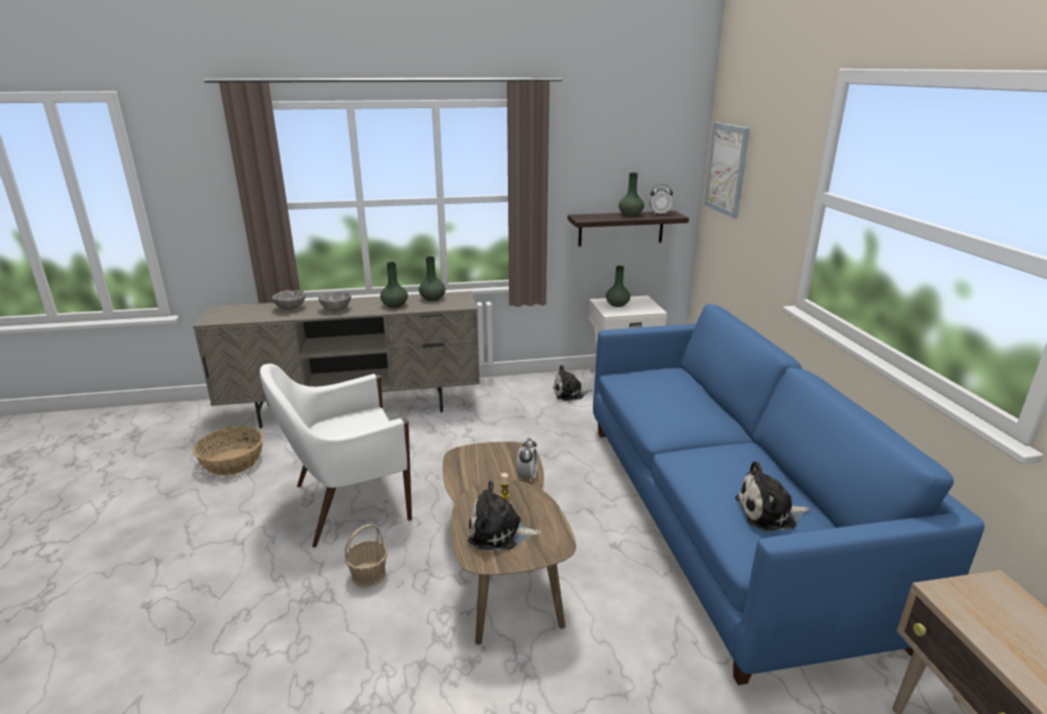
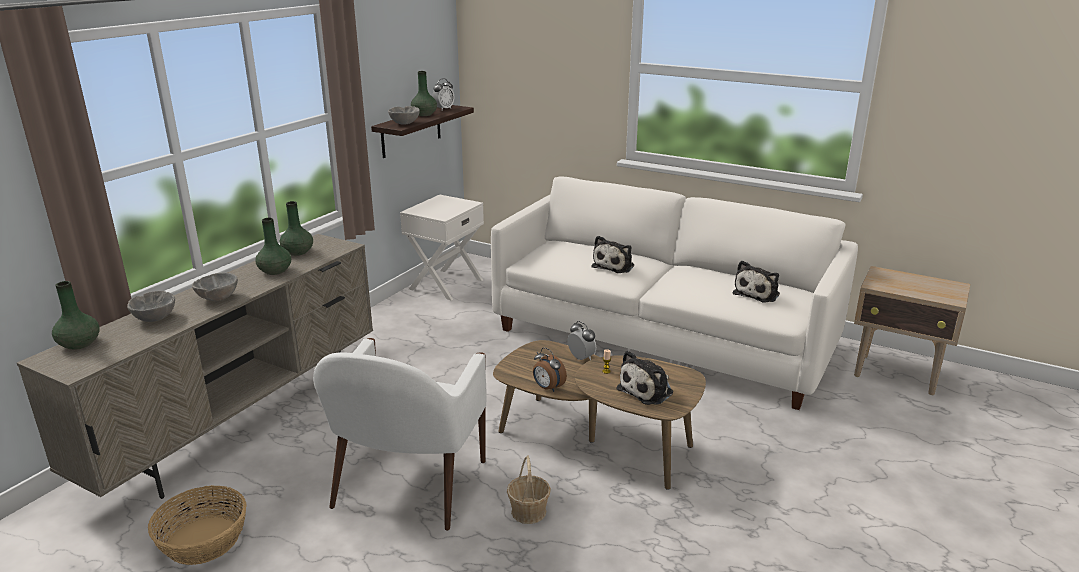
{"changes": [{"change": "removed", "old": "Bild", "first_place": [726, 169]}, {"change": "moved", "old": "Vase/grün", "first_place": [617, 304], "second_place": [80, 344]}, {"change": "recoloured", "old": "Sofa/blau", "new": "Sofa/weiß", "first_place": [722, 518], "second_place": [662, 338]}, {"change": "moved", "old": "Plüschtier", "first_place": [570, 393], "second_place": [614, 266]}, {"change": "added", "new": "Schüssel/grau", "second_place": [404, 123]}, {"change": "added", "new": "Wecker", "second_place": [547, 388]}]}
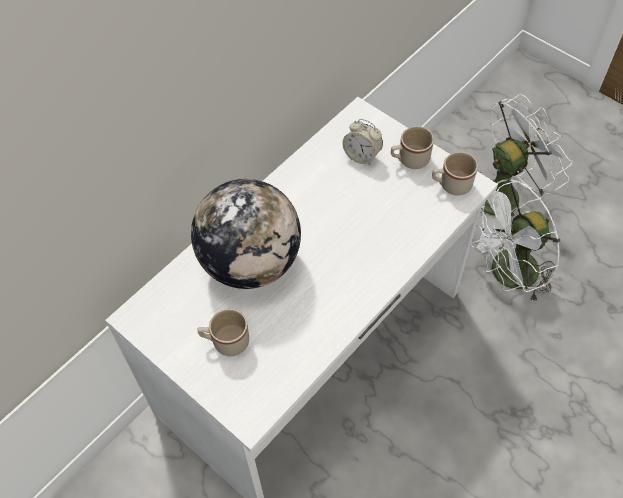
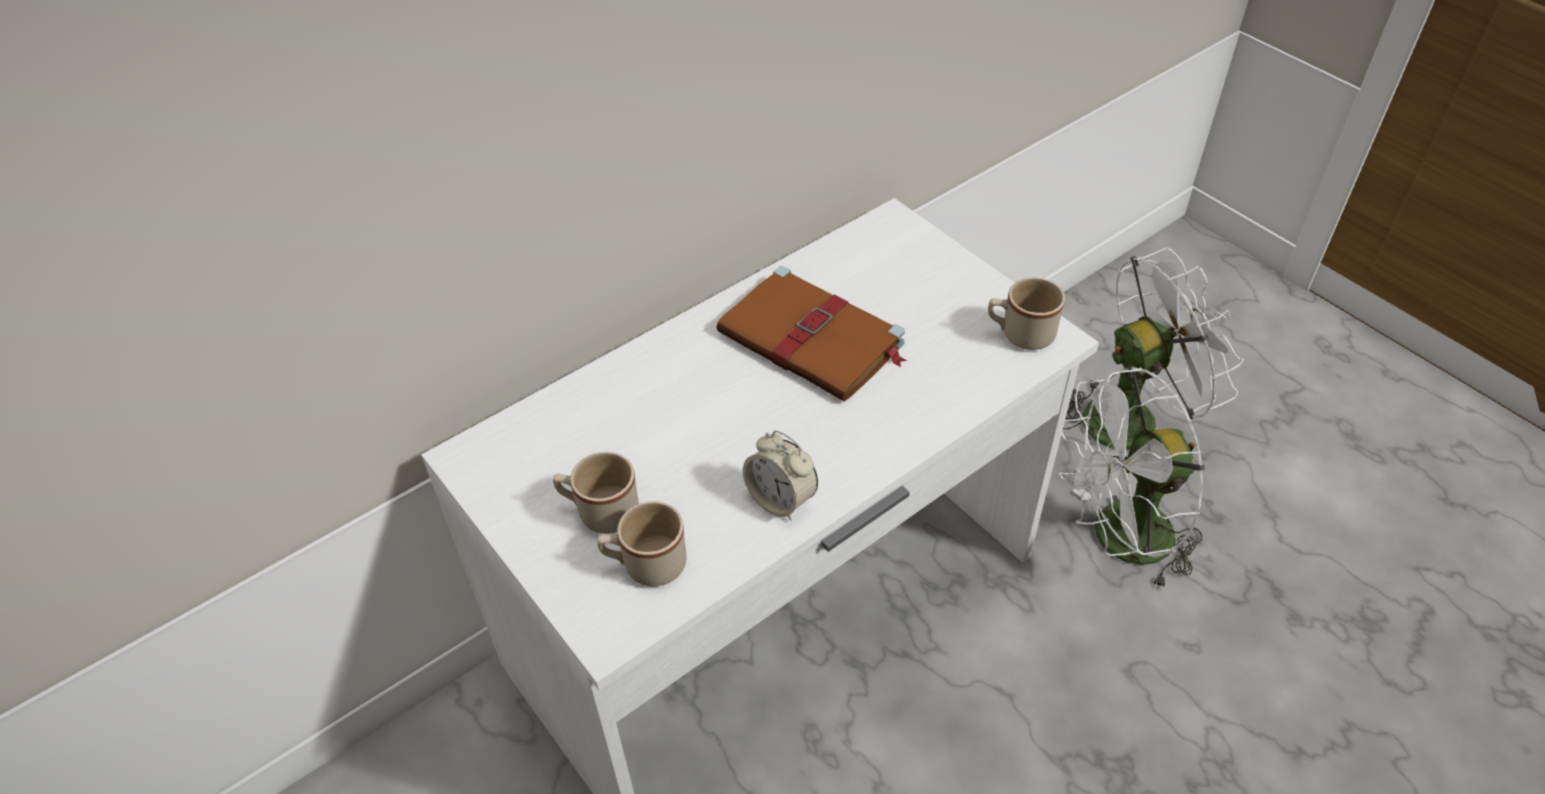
{"changes": [{"change": "moved", "old": "Wecker", "first_place": [362, 155], "second_place": [780, 500]}, {"change": "moved", "old": "Henkelbecher/beige", "first_place": [409, 160], "second_place": [645, 565]}, {"change": "removed", "old": "Globus", "first_place": [250, 262]}, {"change": "added", "new": "Buch/braun", "second_place": [813, 340]}]}
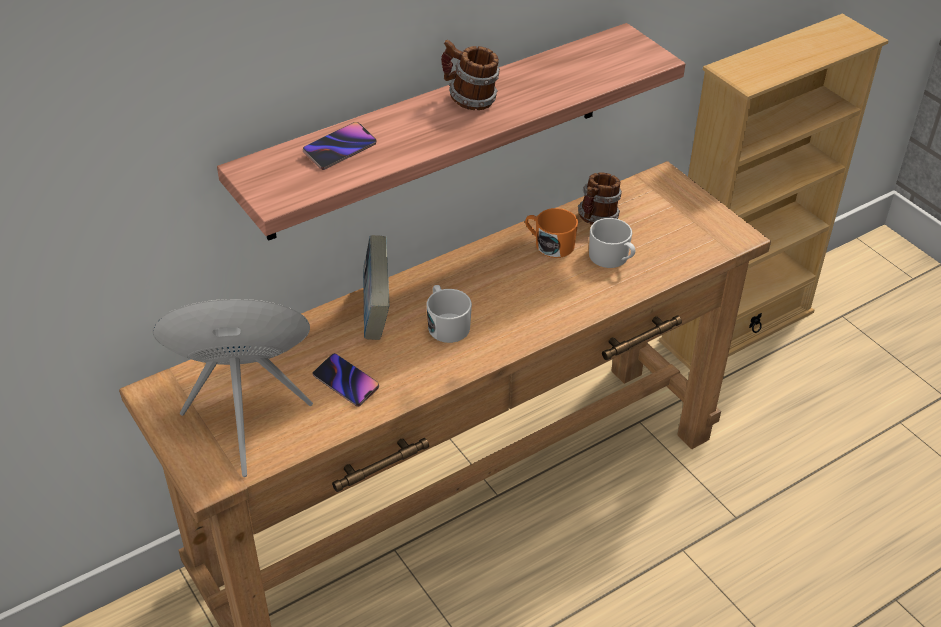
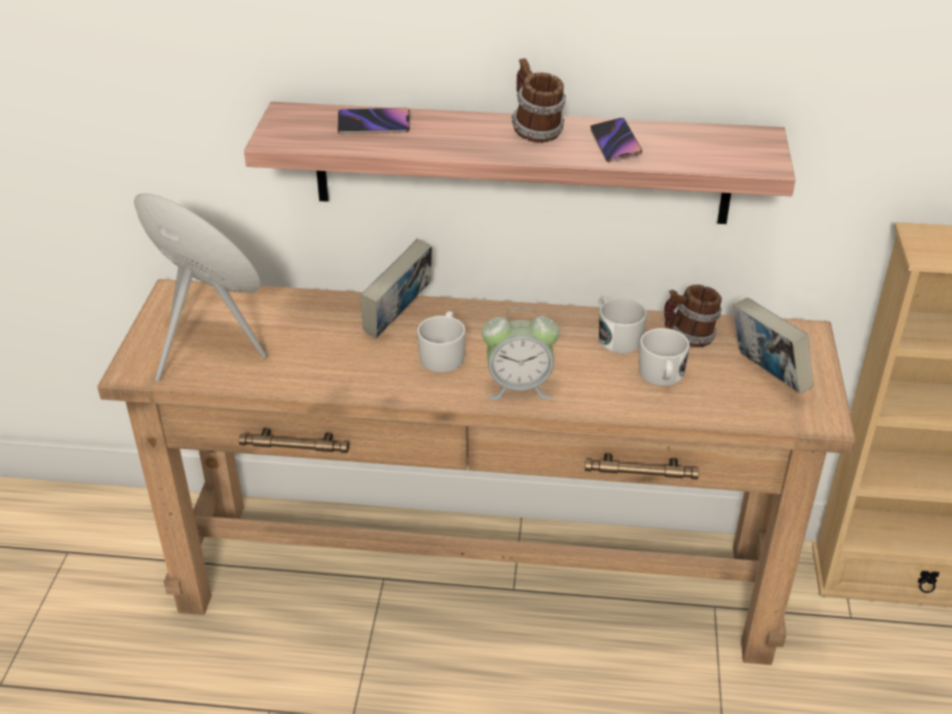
{"changes": [{"change": "recoloured", "old": "Henkelbecher/orange", "new": "Henkelbecher/weiß", "first_place": [549, 244], "second_place": [616, 337]}, {"change": "moved", "old": "Handy", "first_place": [346, 382], "second_place": [615, 144]}, {"change": "added", "new": "Buch", "second_place": [766, 375]}, {"change": "added", "new": "Wecker", "second_place": [519, 387]}]}
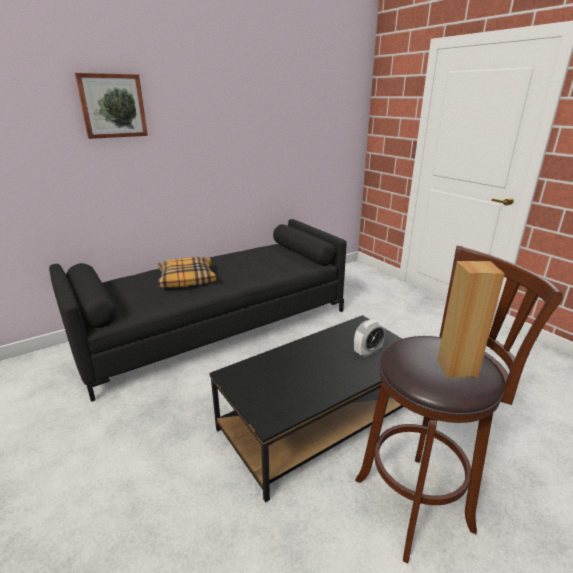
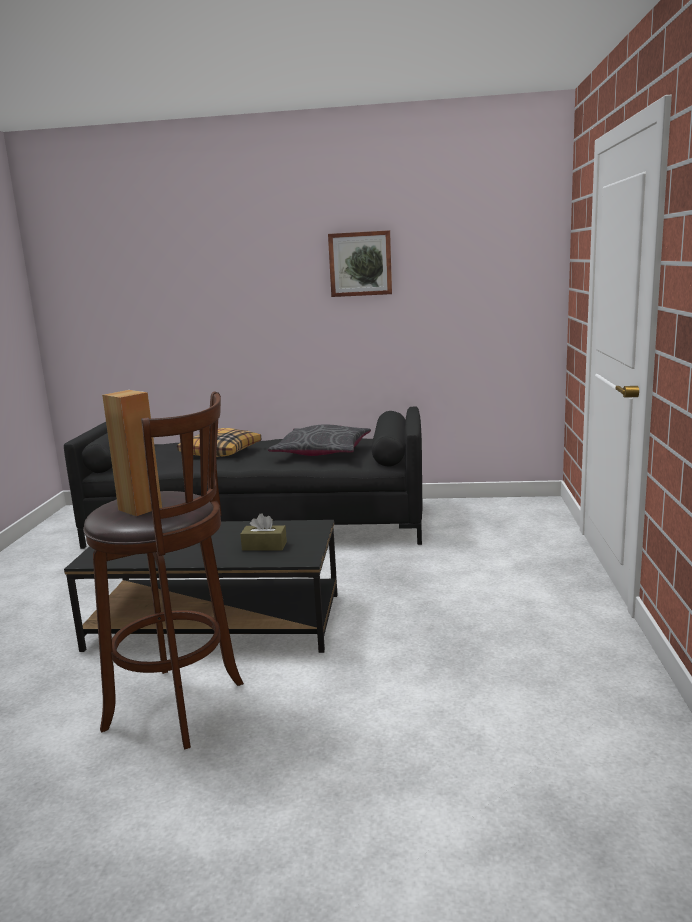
{"changes": [{"change": "moved", "old": "Bild", "first_place": [112, 106], "second_place": [360, 264]}, {"change": "replaced", "old": "Wecker", "new": "Taschentuchbox/braun", "first_place": [367, 352], "second_place": [264, 546]}, {"change": "added", "new": "Kissen/grau", "second_place": [322, 452]}]}
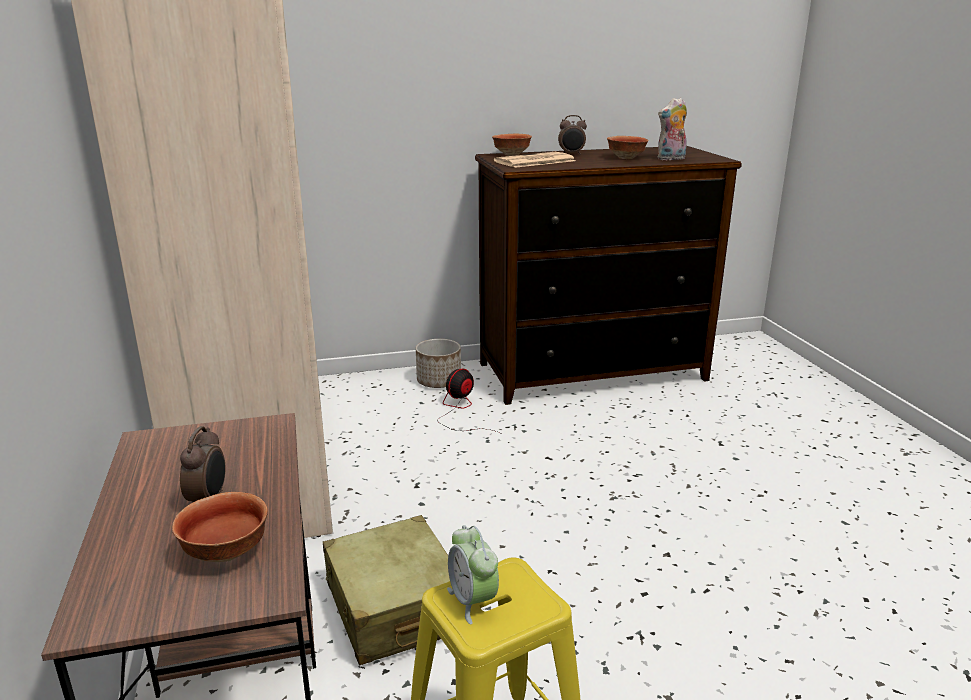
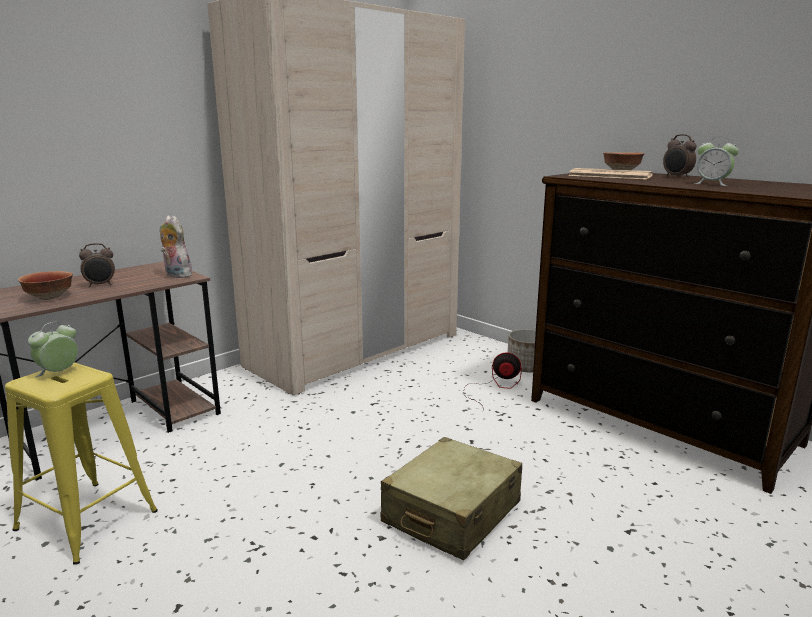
{"changes": [{"change": "moved", "old": "Plüschtier", "first_place": [671, 159], "second_place": [176, 275]}, {"change": "replaced", "old": "Schüssel", "new": "Wecker", "first_place": [626, 158], "second_place": [712, 184]}, {"change": "moved", "old": "Koffer/beige", "first_place": [395, 607], "second_place": [451, 513]}]}
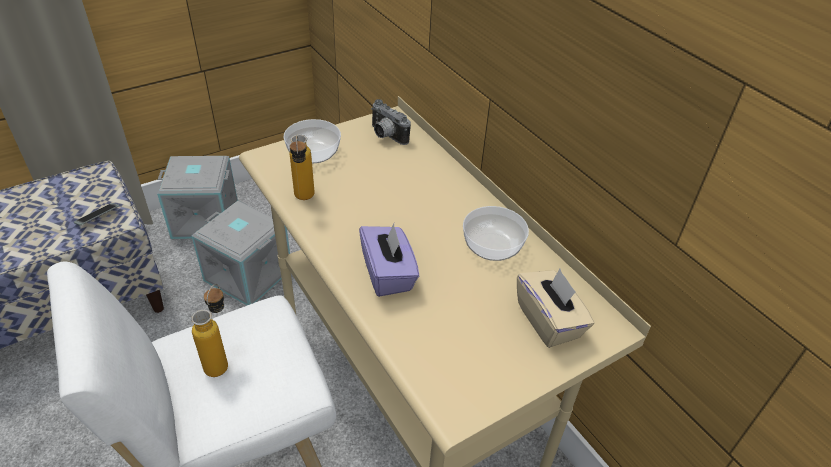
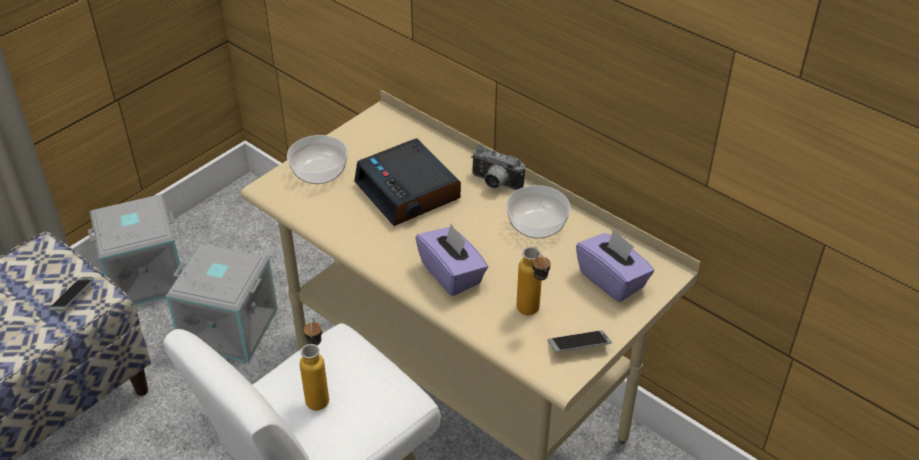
{"changes": [{"change": "moved", "old": "Kamera", "first_place": [386, 136], "second_place": [494, 183]}, {"change": "moved", "old": "Flasche", "first_place": [304, 200], "second_place": [532, 314]}, {"change": "recoloured", "old": "Taschentuchbox/beige", "new": "Taschentuchbox/lila", "first_place": [549, 321], "second_place": [612, 280]}, {"change": "added", "new": "Wecker", "second_place": [409, 191]}, {"change": "added", "new": "Handy", "second_place": [578, 345]}]}
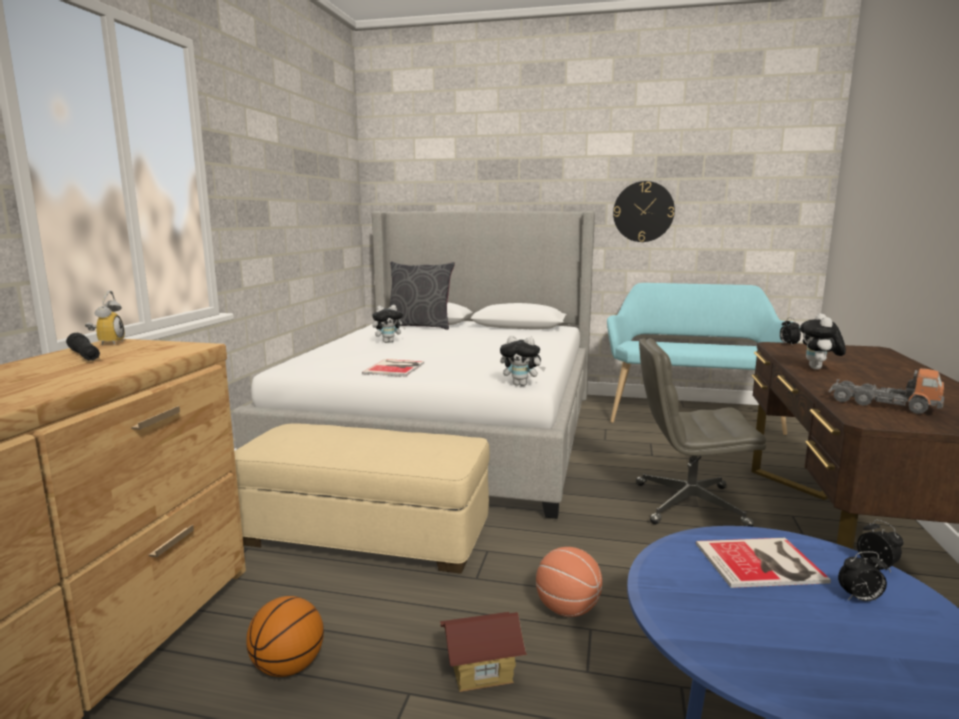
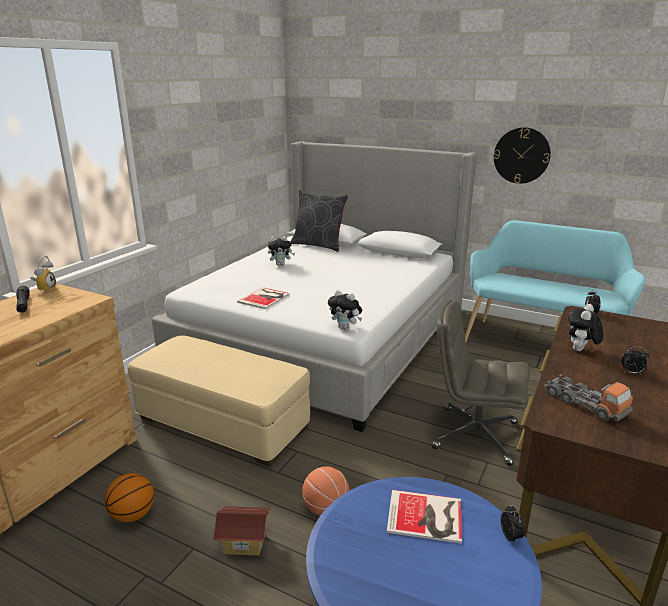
{"changes": [{"change": "moved", "old": "Wecker", "first_place": [859, 599], "second_place": [631, 373]}]}
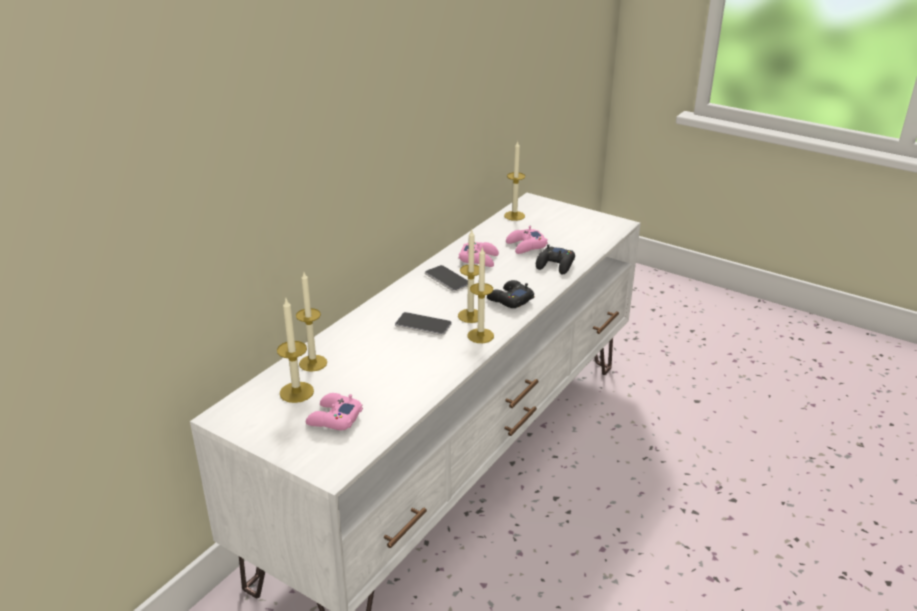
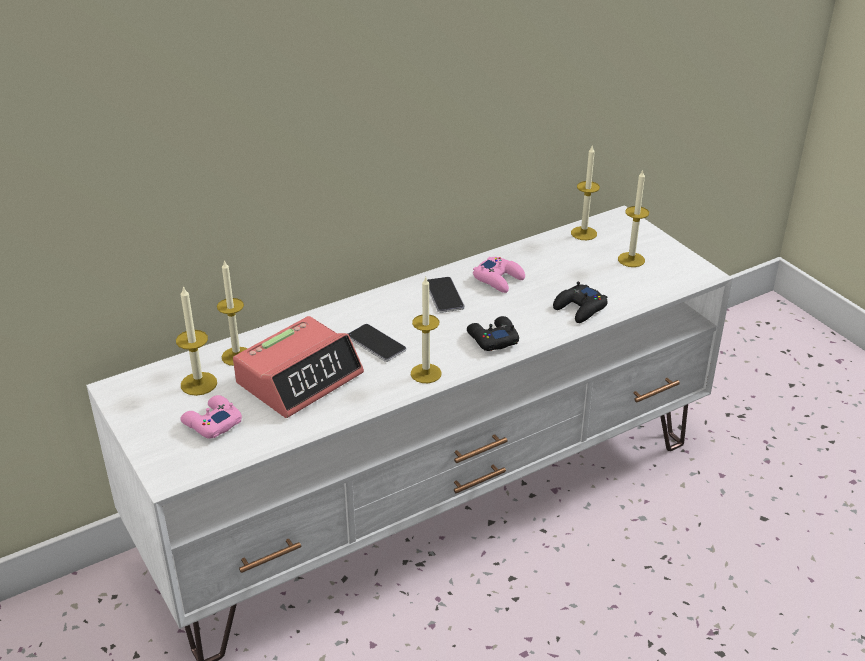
{"changes": [{"change": "removed", "old": "Gamepad/rosa", "first_place": [526, 246]}, {"change": "moved", "old": "Kerze", "first_place": [470, 316], "second_place": [631, 259]}, {"change": "added", "new": "Wecker", "second_place": [300, 378]}]}
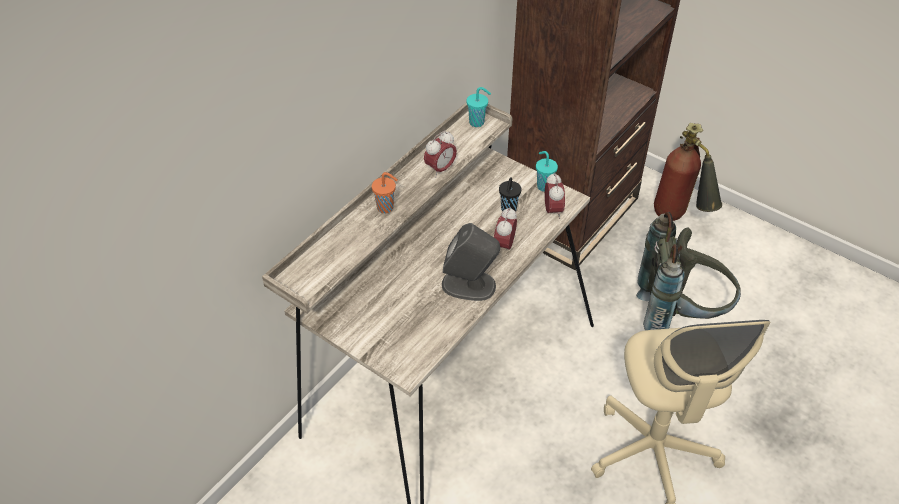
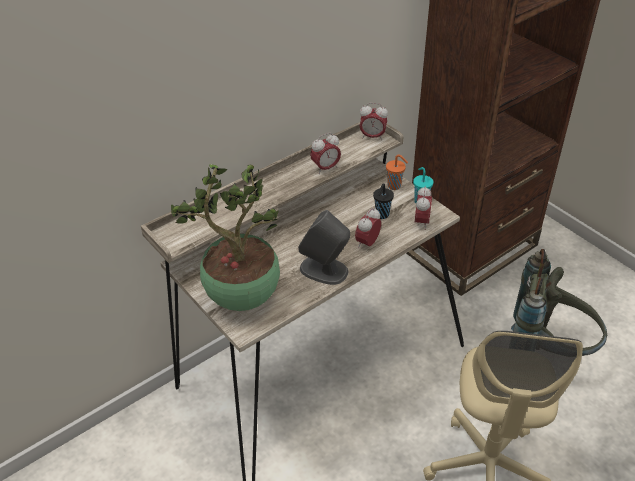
{"changes": [{"change": "replaced", "old": "Tasse/türkis", "new": "Wecker", "first_place": [477, 122], "second_place": [372, 137]}, {"change": "removed", "old": "Feuerlöscher", "first_place": [679, 219]}, {"change": "moved", "old": "Tasse/orange", "first_place": [386, 208], "second_place": [395, 186]}, {"change": "added", "new": "Topfpflanze", "second_place": [240, 298]}]}
